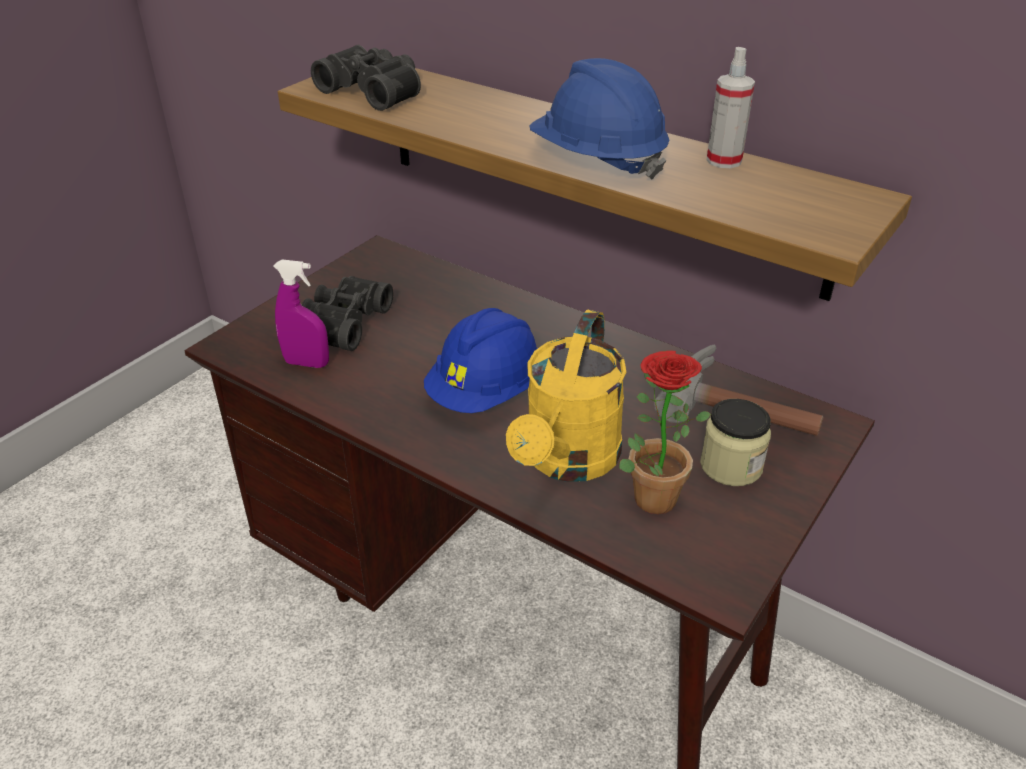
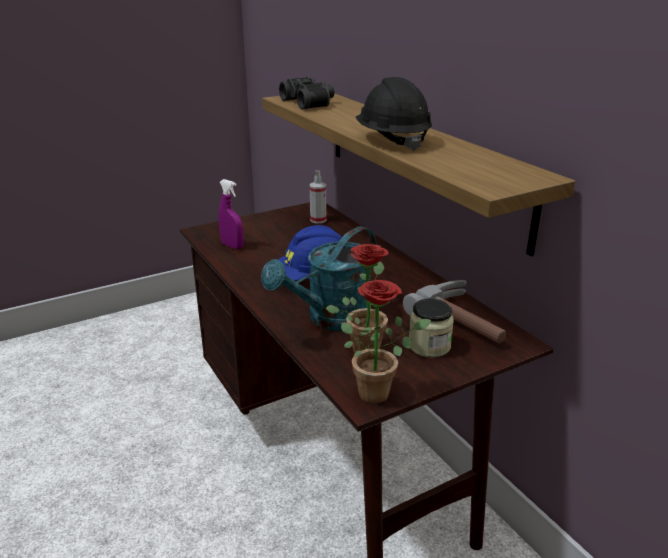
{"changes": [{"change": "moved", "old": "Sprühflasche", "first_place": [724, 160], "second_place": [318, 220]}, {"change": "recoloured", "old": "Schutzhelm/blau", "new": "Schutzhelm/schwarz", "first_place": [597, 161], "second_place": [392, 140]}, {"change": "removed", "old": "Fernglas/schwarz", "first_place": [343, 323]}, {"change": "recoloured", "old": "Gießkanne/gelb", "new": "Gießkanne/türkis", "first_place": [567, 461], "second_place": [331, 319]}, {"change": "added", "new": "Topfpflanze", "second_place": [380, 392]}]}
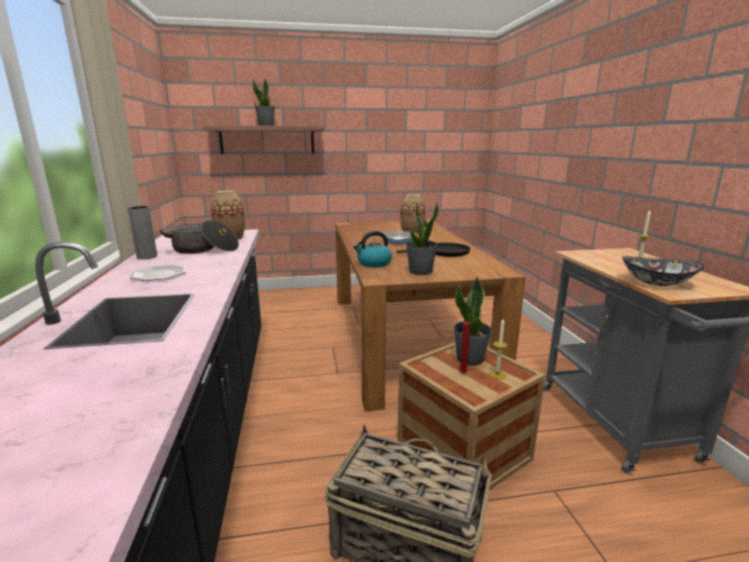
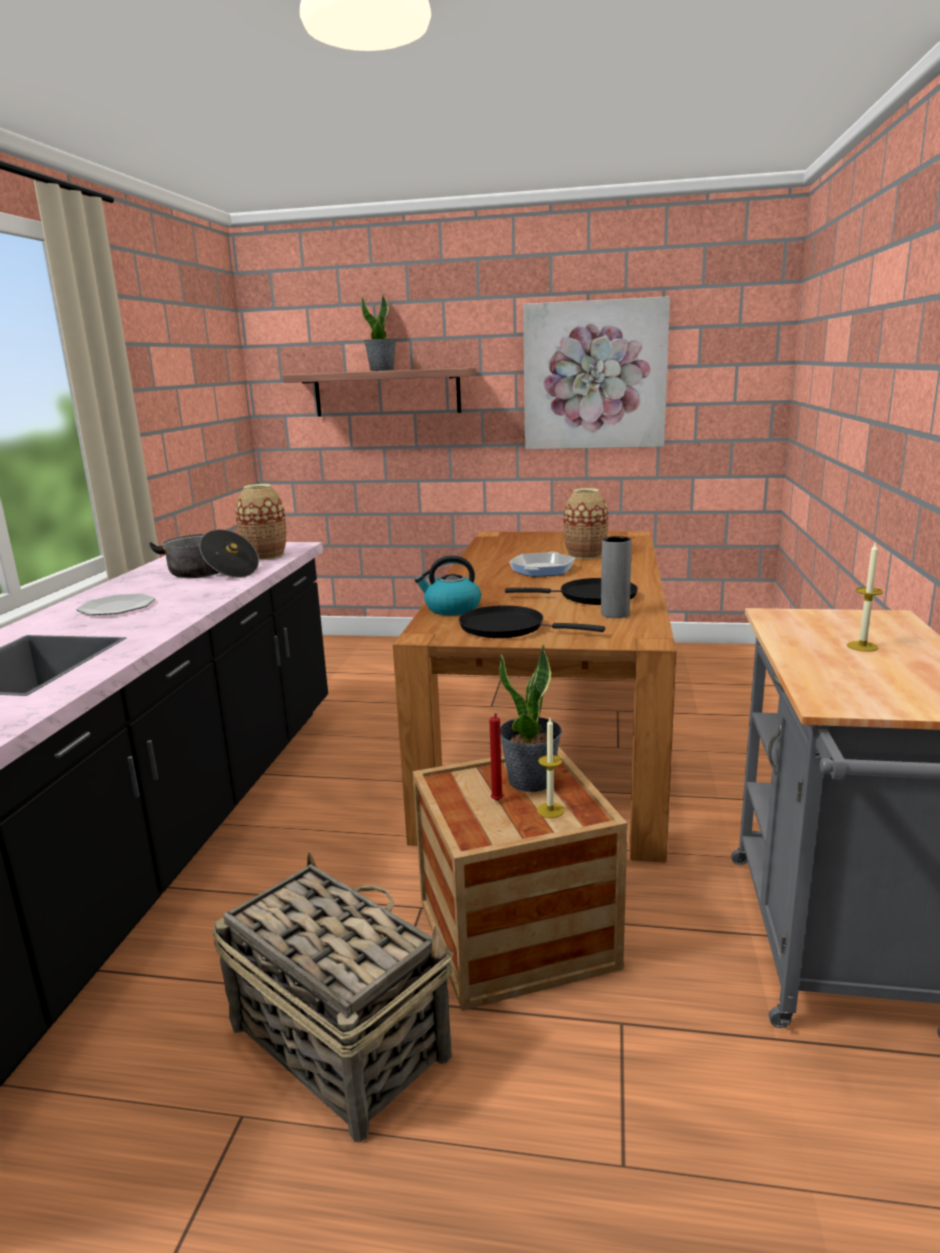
{"changes": [{"change": "replaced", "old": "Topfpflanze", "new": "Pfanne/schwarz", "first_place": [420, 271], "second_place": [508, 628]}, {"change": "moved", "old": "Vase/grau", "first_place": [147, 257], "second_place": [615, 614]}, {"change": "removed", "old": "Schüssel", "first_place": [656, 282]}, {"change": "added", "new": "Bild", "second_place": [594, 376]}]}
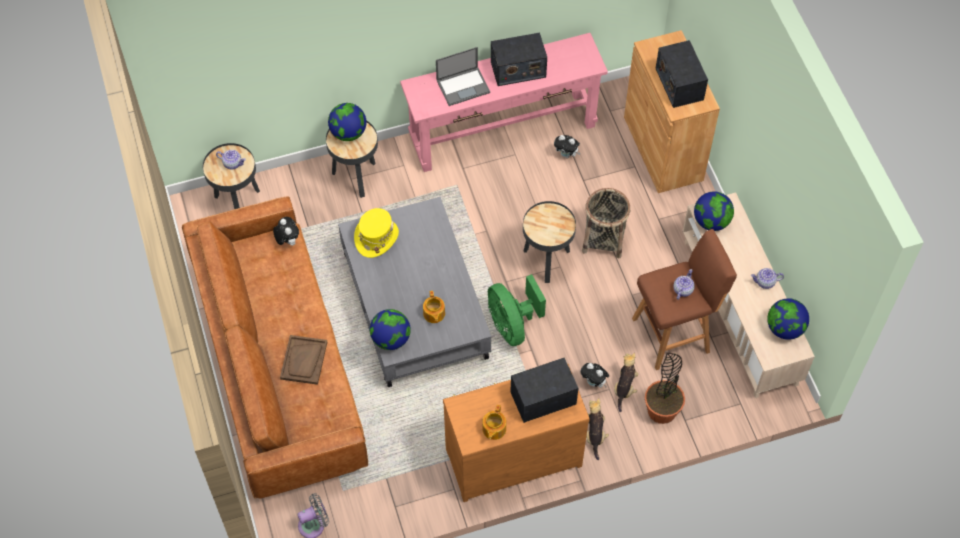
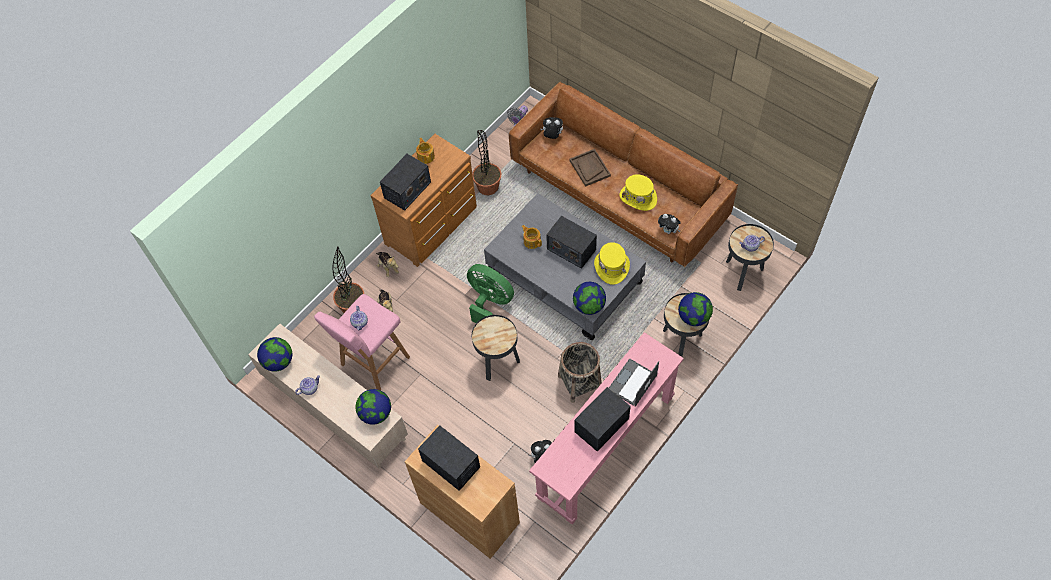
{"changes": [{"change": "moved", "old": "Korb", "first_place": [603, 239], "second_place": [579, 382]}, {"change": "recoloured", "old": "Hocker/braun", "new": "Hocker/rosa", "first_place": [673, 334], "second_place": [373, 362]}, {"change": "moved", "old": "Globus", "first_place": [391, 339], "second_place": [589, 306]}, {"change": "moved", "old": "Plüschtier", "first_place": [594, 382], "second_place": [552, 136]}, {"change": "added", "new": "Topfpflanze", "second_place": [488, 187]}, {"change": "added", "new": "Hut/gelb", "second_place": [638, 198]}, {"change": "added", "new": "Radio", "second_place": [571, 249]}]}
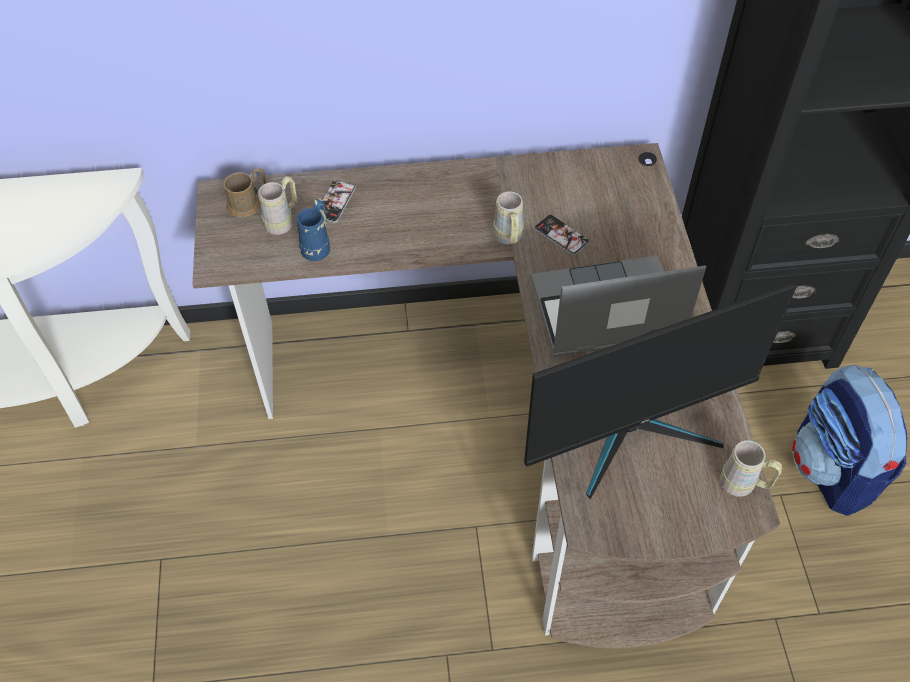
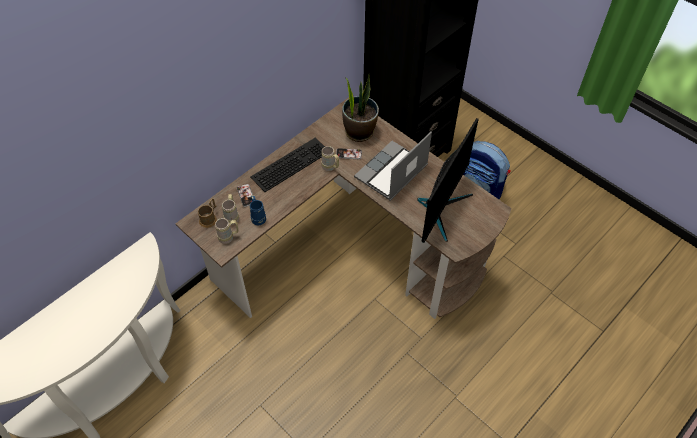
{"changes": [{"change": "moved", "old": "Henkelbecher/beige", "first_place": [744, 485], "second_place": [229, 237]}, {"change": "added", "new": "Topfpflanze", "second_place": [359, 131]}, {"change": "added", "new": "Tastatur", "second_place": [290, 163]}]}
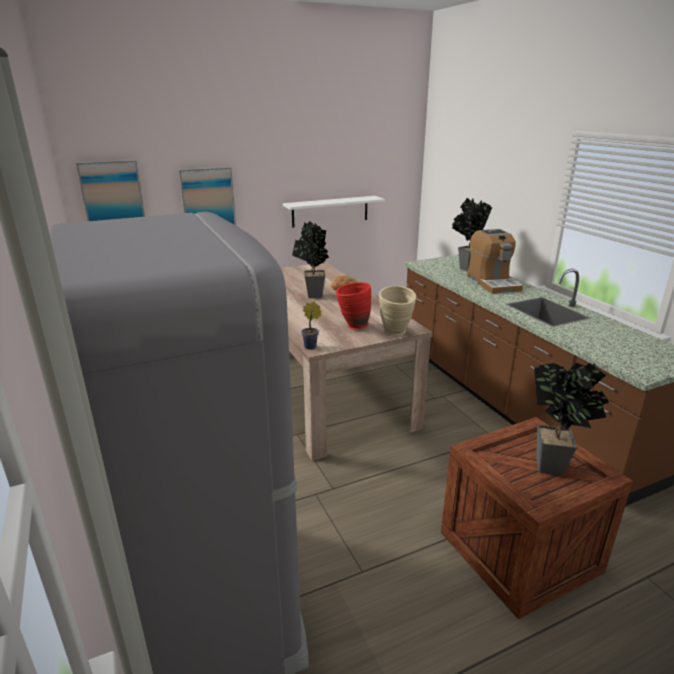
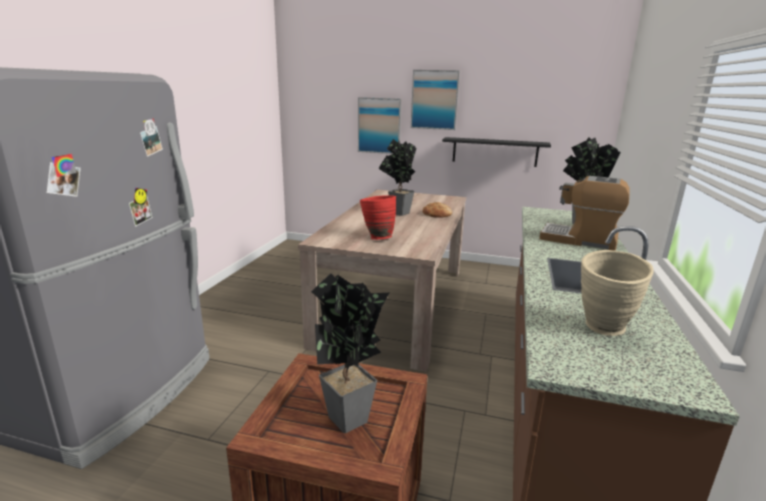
{"changes": [{"change": "moved", "old": "Bild", "first_place": [112, 196], "second_place": [434, 100]}, {"change": "recoloured", "old": "Wandregal/weiß", "new": "Wandregal/schwarz", "first_place": [330, 211], "second_place": [494, 152]}, {"change": "turned", "old": "Kaffeemaschine", "first_place": [492, 283], "second_place": [580, 240], "degrees": 90}, {"change": "moved", "old": "Vase/beige", "first_place": [396, 333], "second_place": [603, 330]}, {"change": "removed", "old": "Topfpflanze", "first_place": [312, 346]}]}
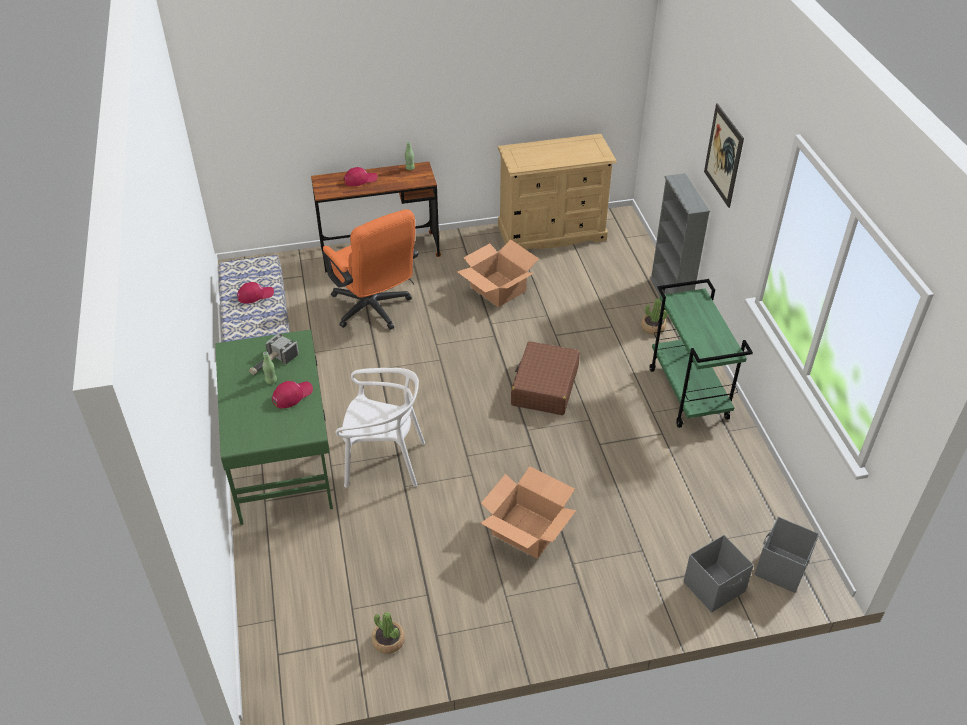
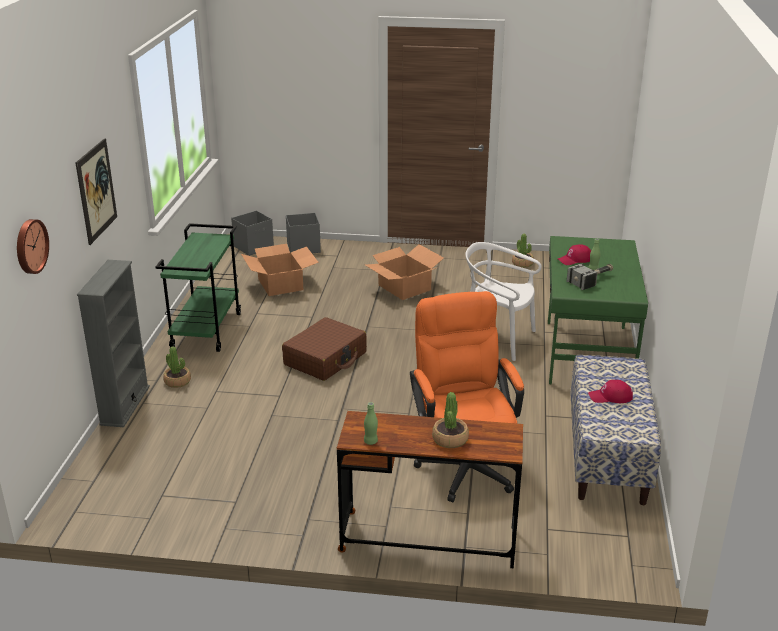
{"changes": [{"change": "removed", "old": "Kommode/beige", "first_place": [552, 233]}, {"change": "replaced", "old": "Kappe/rot", "new": "Topfpflanze", "first_place": [360, 179], "second_place": [450, 439]}, {"change": "moved", "old": "Karton", "first_place": [497, 289], "second_place": [281, 284]}, {"change": "added", "new": "Wanduhr", "second_place": [30, 246]}]}
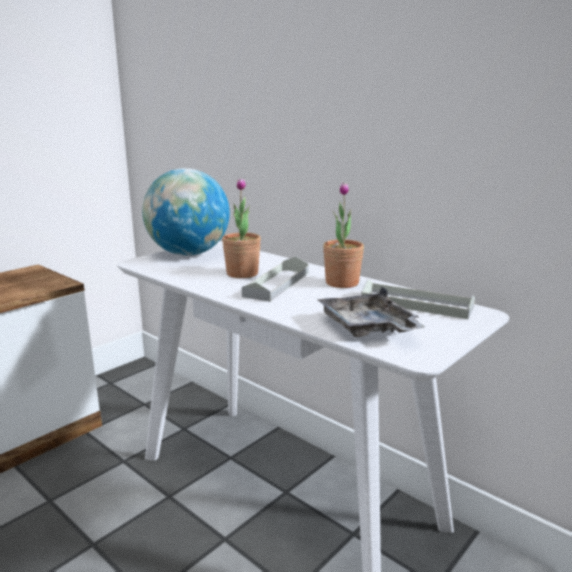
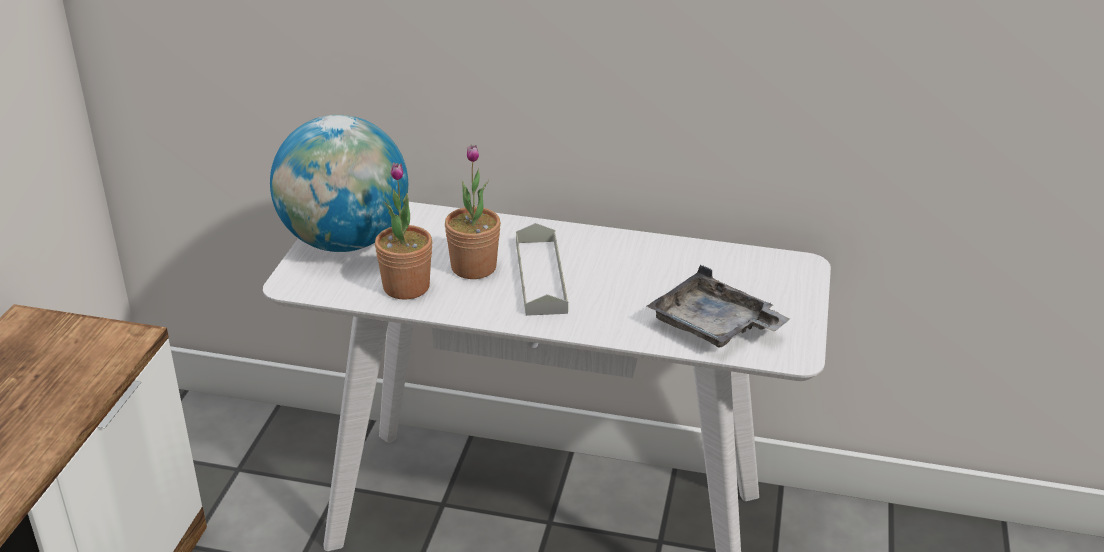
{"changes": [{"change": "moved", "old": "Topfpflanze", "first_place": [342, 283], "second_place": [406, 287]}, {"change": "removed", "old": "Tablett/grau", "first_place": [416, 304]}]}
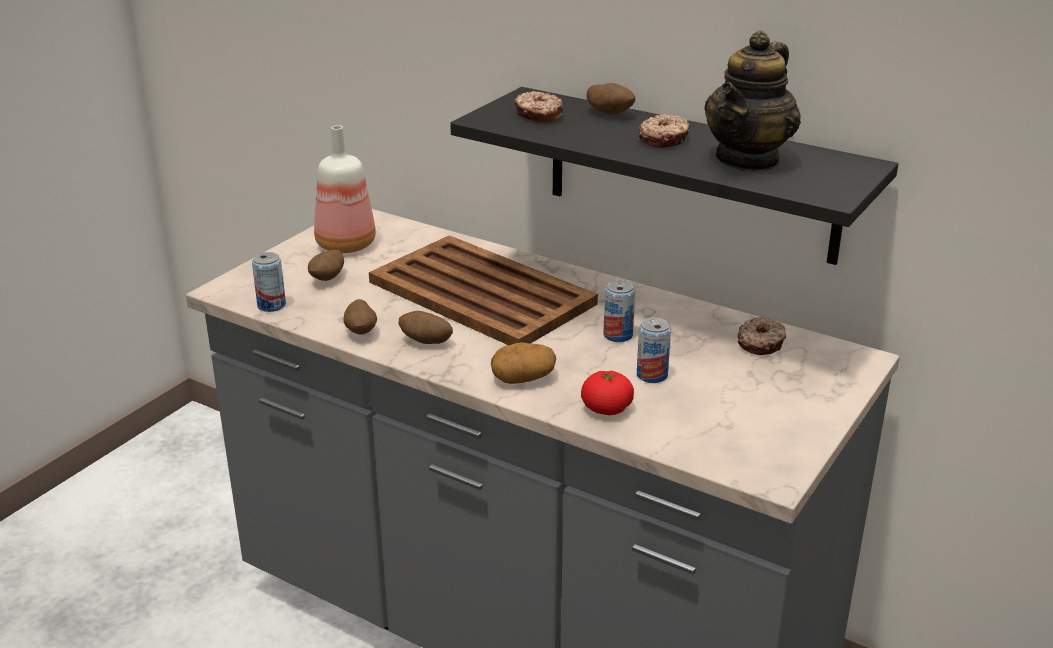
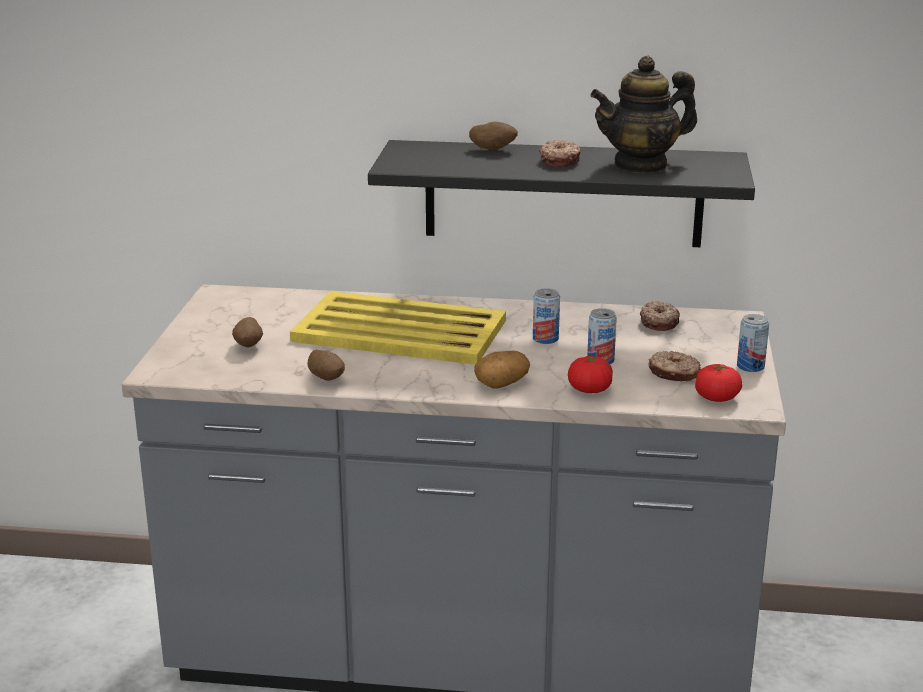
{"changes": [{"change": "turned", "old": "Teekanne", "first_place": [749, 160], "second_place": [641, 165], "degrees": 60}, {"change": "moved", "old": "Donut", "first_place": [538, 115], "second_place": [673, 374]}, {"change": "removed", "old": "Flasche", "first_place": [344, 246]}, {"change": "recoloured", "old": "Tablett/braun", "new": "Tablett/gelb", "first_place": [480, 292], "second_place": [398, 330]}, {"change": "moved", "old": "Dose", "first_place": [271, 305], "second_place": [750, 366]}, {"change": "removed", "old": "Kartoffel", "first_place": [425, 342]}, {"change": "added", "new": "Tomate", "second_place": [717, 398]}]}
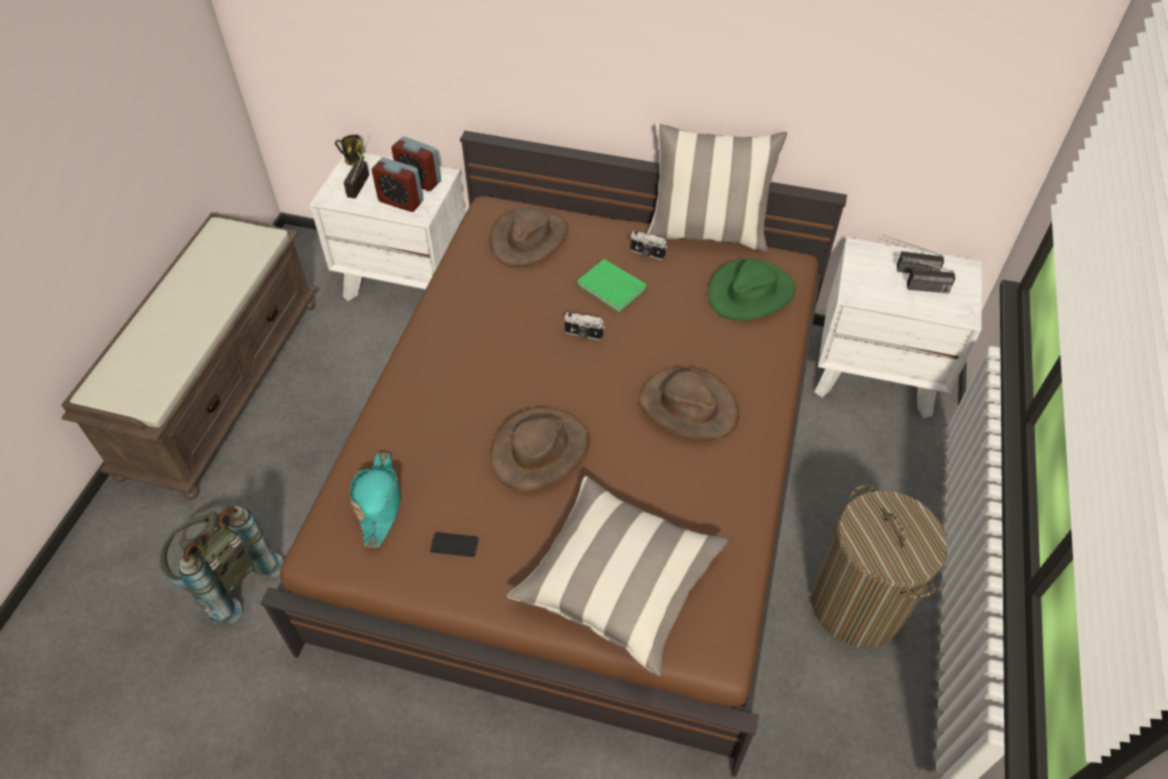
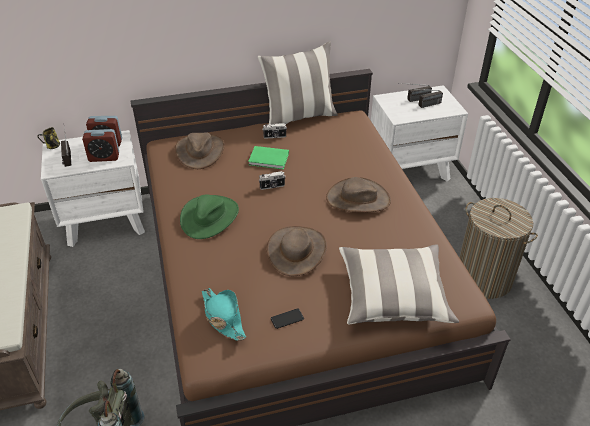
{"changes": [{"change": "moved", "old": "Hut/grün", "first_place": [751, 292], "second_place": [209, 217]}]}
